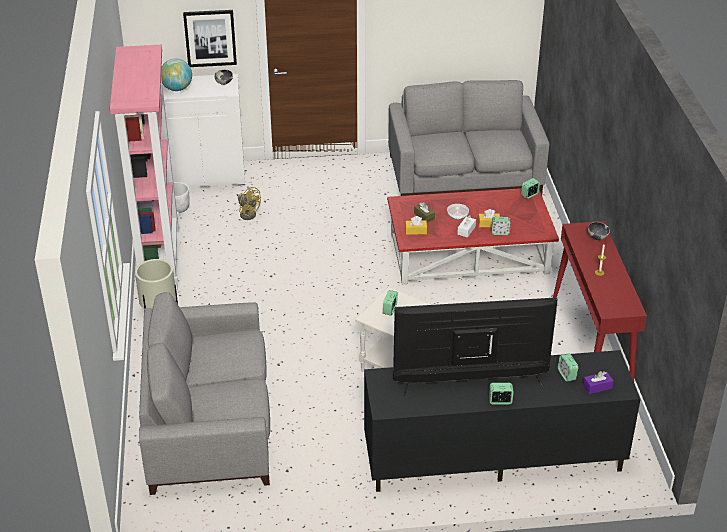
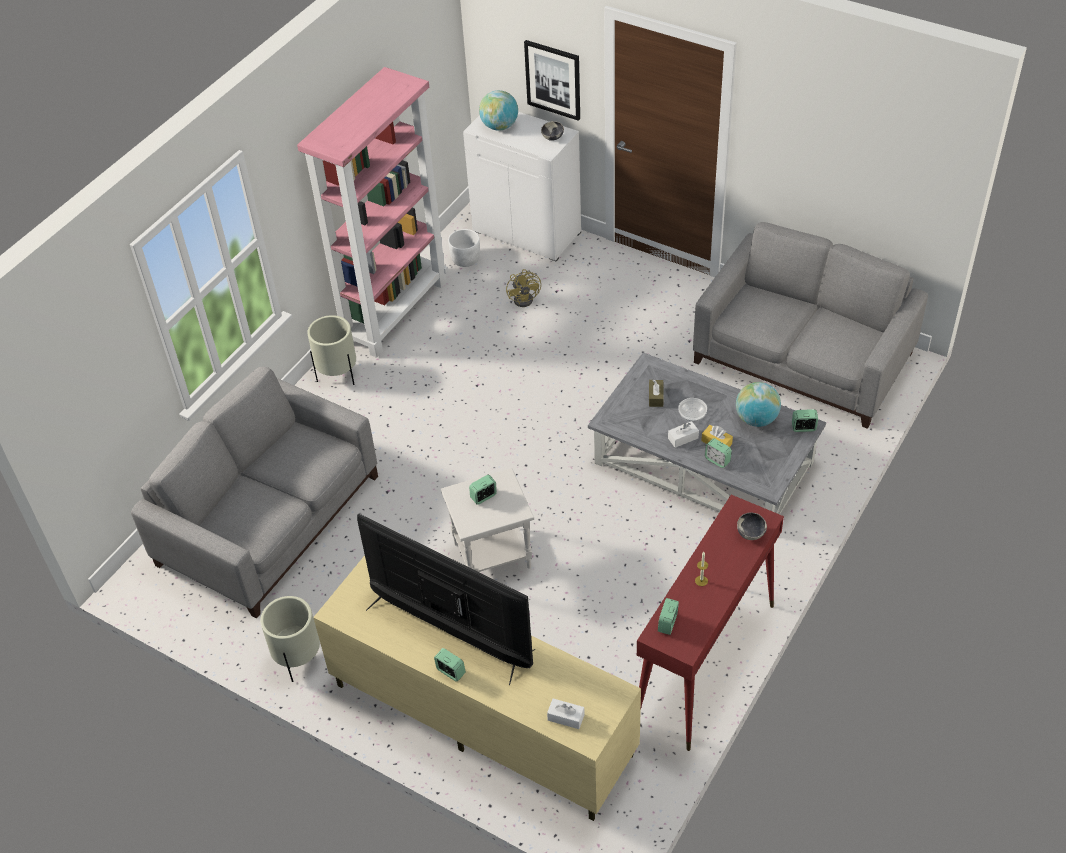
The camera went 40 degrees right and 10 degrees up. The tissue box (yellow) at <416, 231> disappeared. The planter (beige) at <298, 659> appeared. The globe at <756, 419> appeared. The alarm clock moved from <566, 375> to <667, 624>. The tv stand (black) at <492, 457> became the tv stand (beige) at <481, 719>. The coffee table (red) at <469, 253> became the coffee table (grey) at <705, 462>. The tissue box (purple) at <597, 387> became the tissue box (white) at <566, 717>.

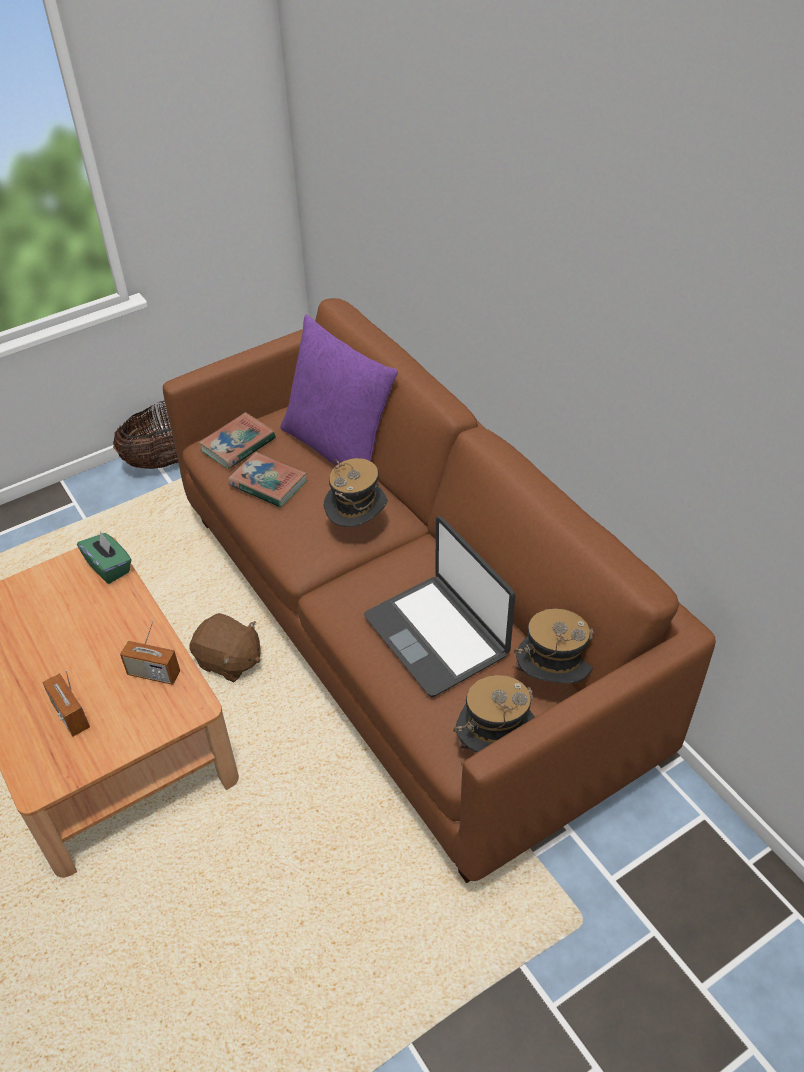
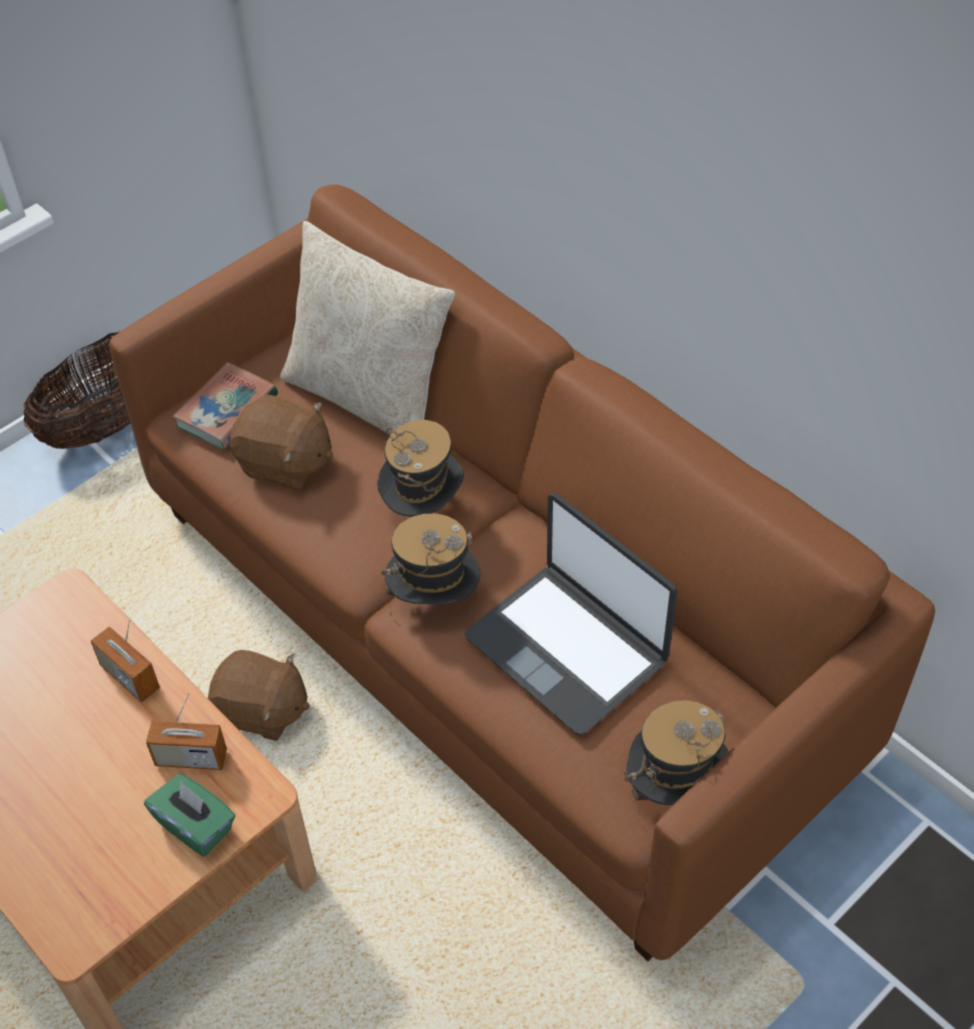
The camera went 10 degrees left and 5 degrees up. The radio moved from <70, 715> to <130, 677>. The tissue box (green) moved from <109, 567> to <196, 825>. The hat moved from <551, 680> to <434, 601>. The book at <268, 483> was replaced by the plush toy (brown) at <285, 463>. The pillow (purple) at <339, 448> became the pillow (beige) at <369, 397>.

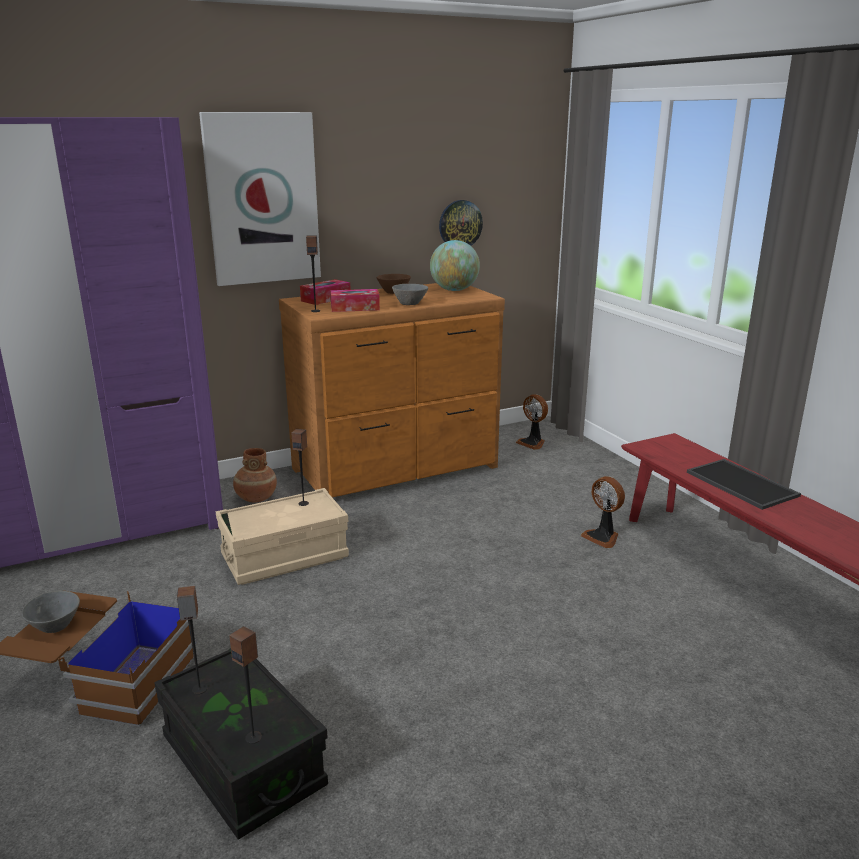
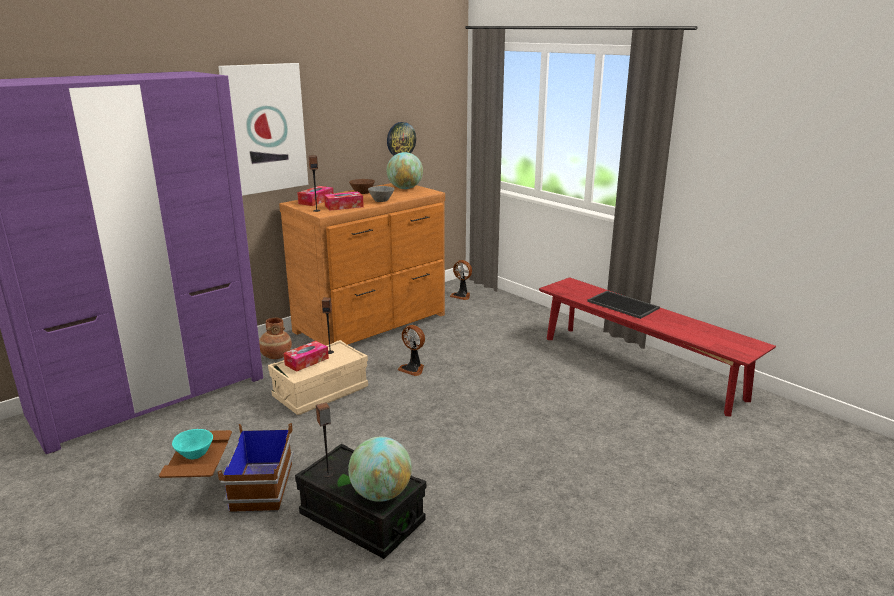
The camera went 15 degrees left and 0 degrees up. The tissue box at <306, 361> appeared. The fan moved from <602, 537> to <413, 369>. The speaker at <254, 737> was replaced by the globe at <381, 494>. The bowl (grey) at <53, 627> became the bowl (turquoise) at <194, 455>.

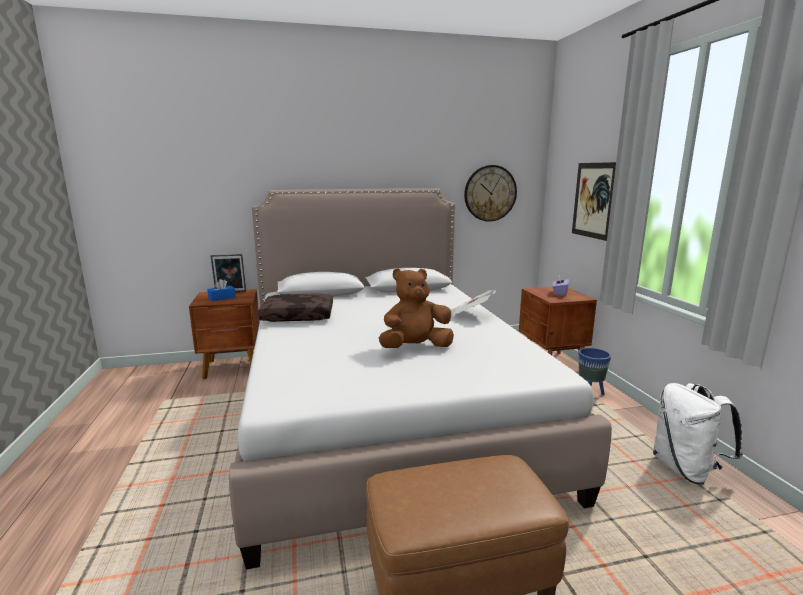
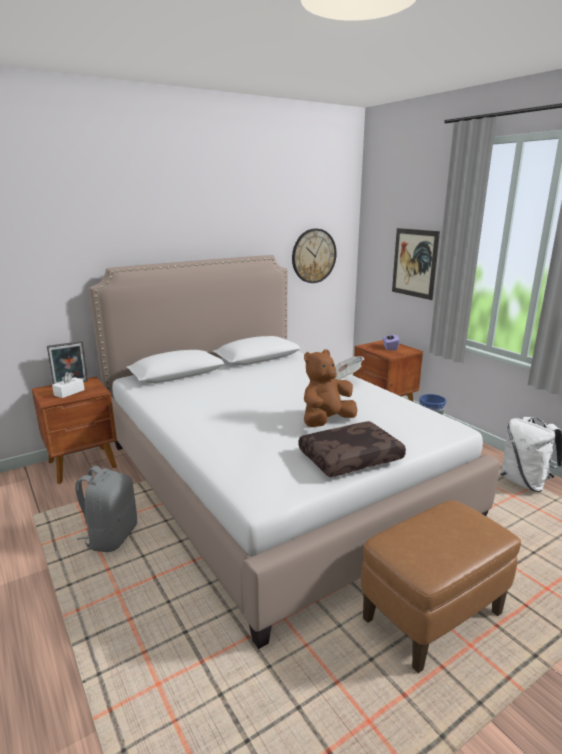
The camera went 20 degrees left and 5 degrees up. The backpack (grey) at <111, 537> appeared. The pillow (brown) moved from <299, 316> to <350, 457>. The tissue box (blue) at <222, 298> became the tissue box (white) at <69, 392>.

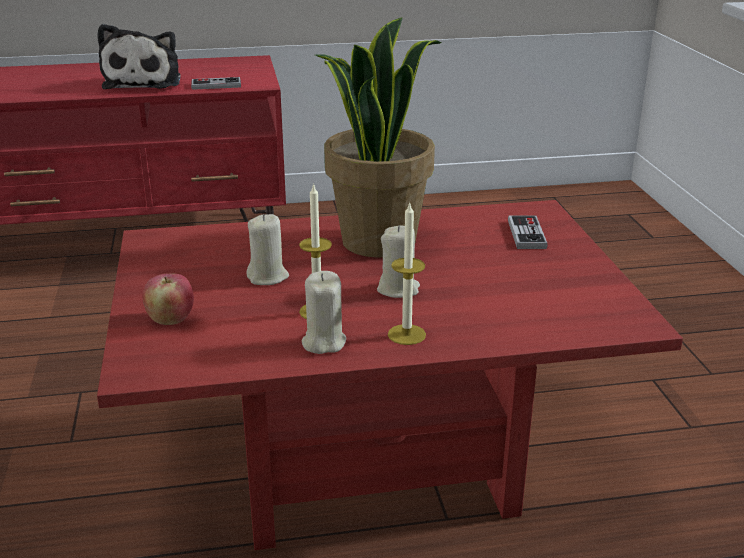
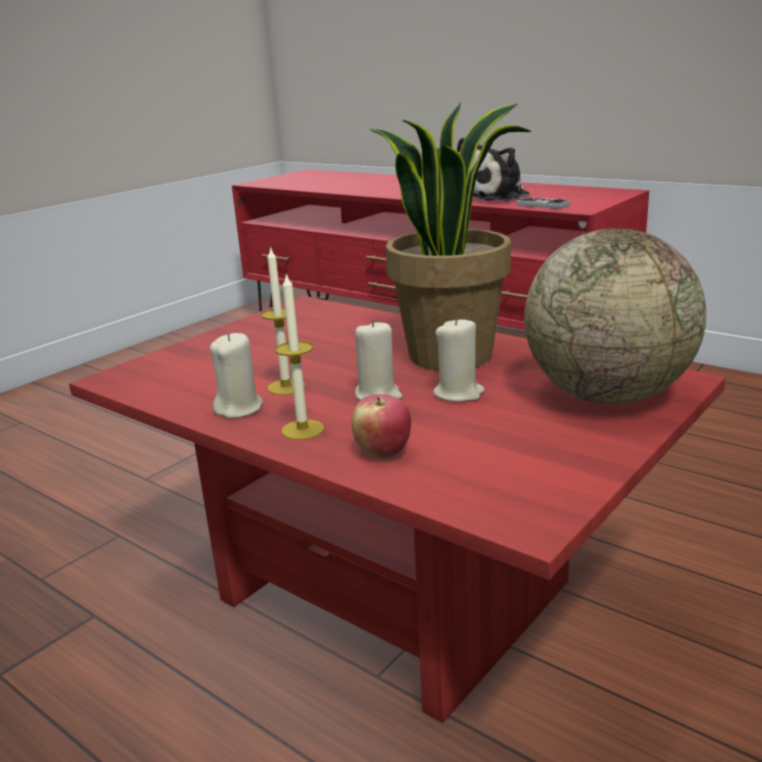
The camera went 50 degrees right and 5 degrees down. The apple moved from <170, 320> to <383, 452>. The candle (beige) moved from <268, 277> to <458, 393>. The game controller at <526, 234> was replaced by the globe at <607, 395>.

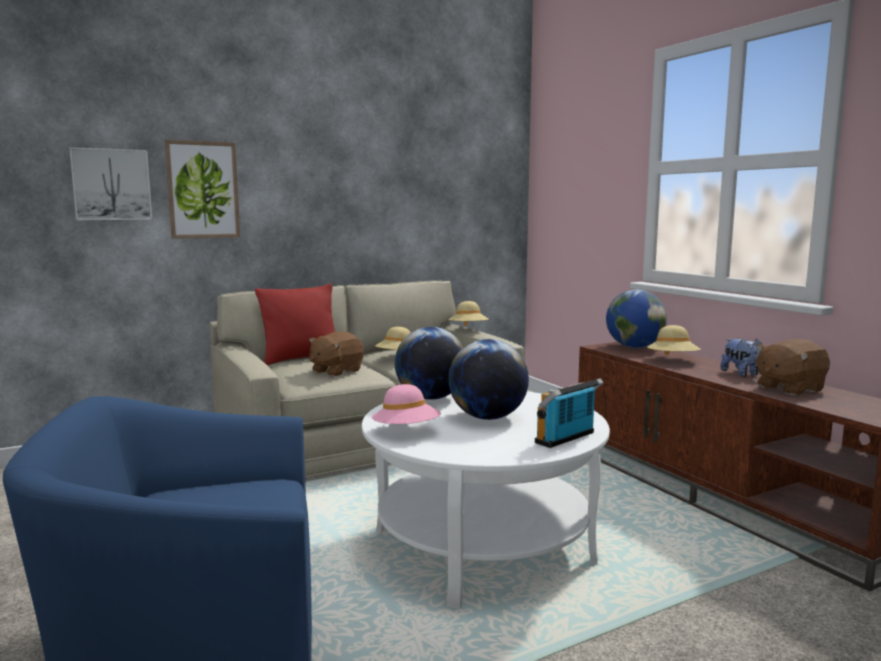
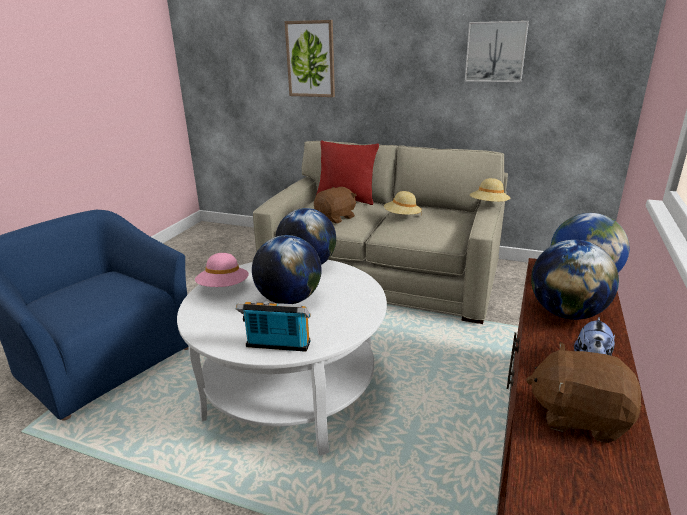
The camera went 50 degrees right and 15 degrees up. The picture moved from <111, 184> to <495, 51>. The hat (beige) at <672, 360> was replaced by the globe at <566, 313>. The plush toy (brown) at <336, 371> turned 135 degrees clockwise.

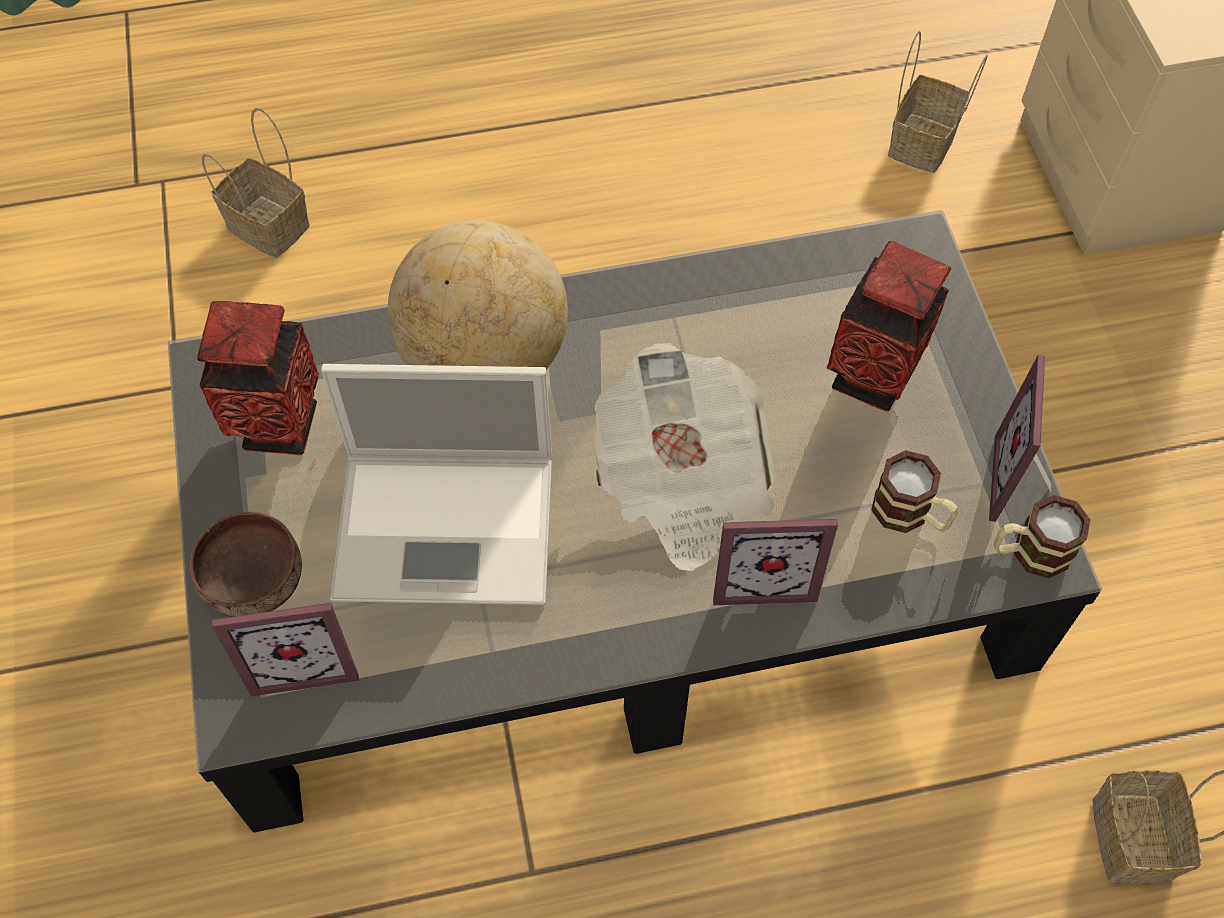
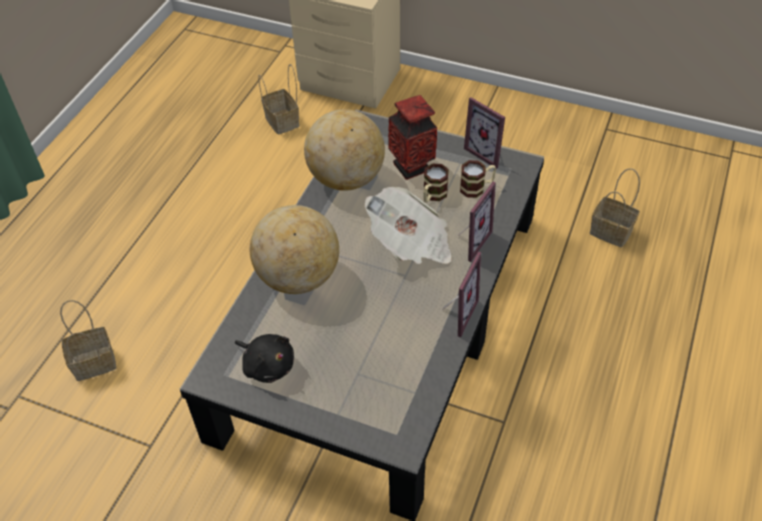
The camera went 55 degrees left and 10 degrees down. The bowl (brown) at <254, 581> disappeared. The laptop at <450, 526> disappeared. The globe at <346, 178> appeared. The picture frame moved from <303, 659> to <456, 314>. The mug moved from <1029, 552> to <432, 196>. The vase at <279, 427> was replaced by the plush toy (black) at <267, 365>.

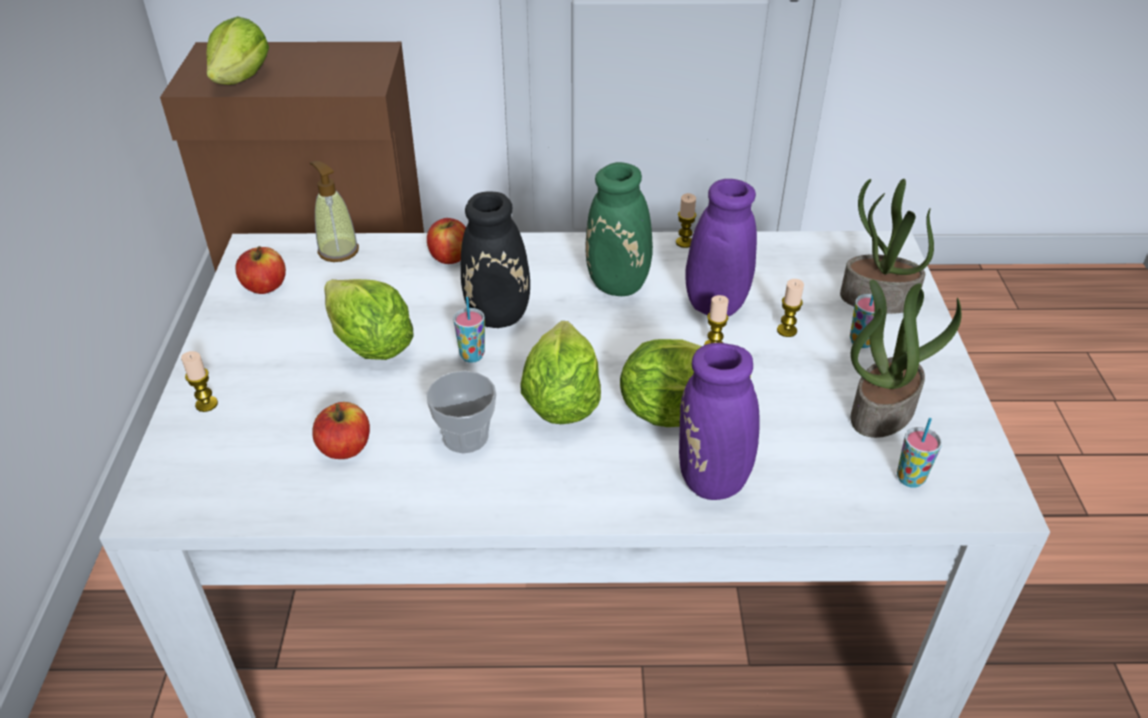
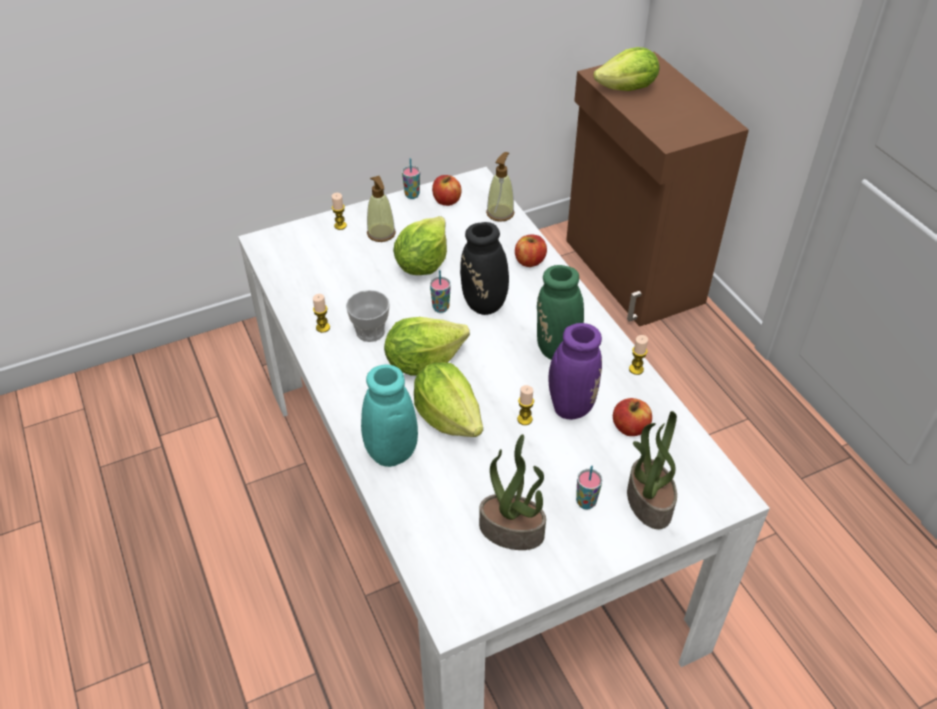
The camera went 65 degrees right and 5 degrees up. The soap dispenser at <381, 233> appeared. The apple moved from <345, 448> to <630, 427>. The candle moved from <786, 330> to <323, 327>. The cup moved from <910, 478> to <412, 195>. The vase (purple) at <715, 485> became the vase (turquoise) at <389, 456>.

